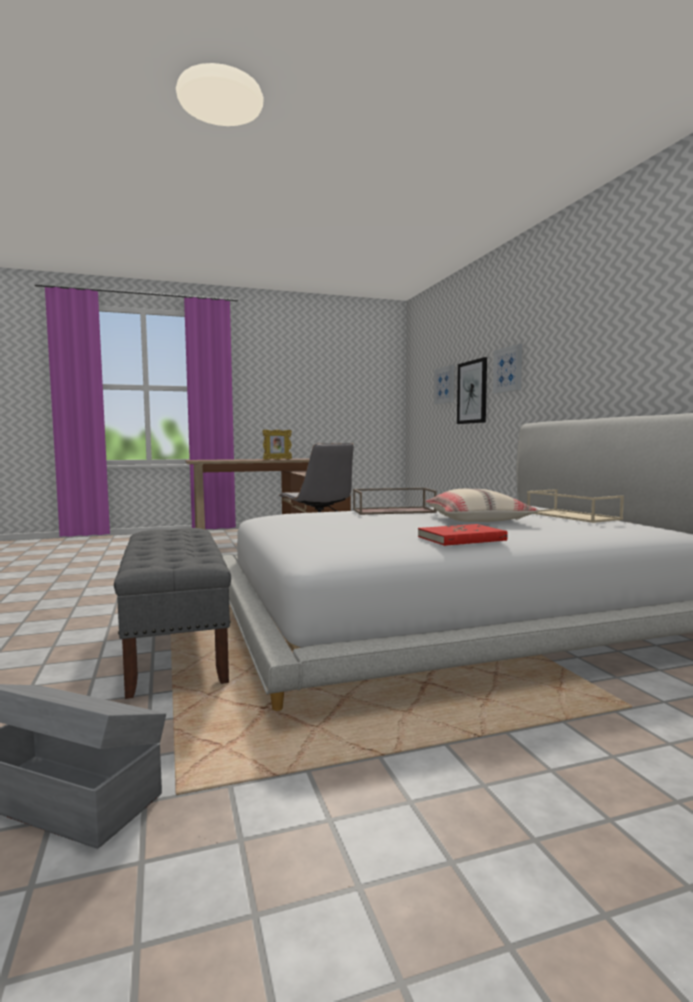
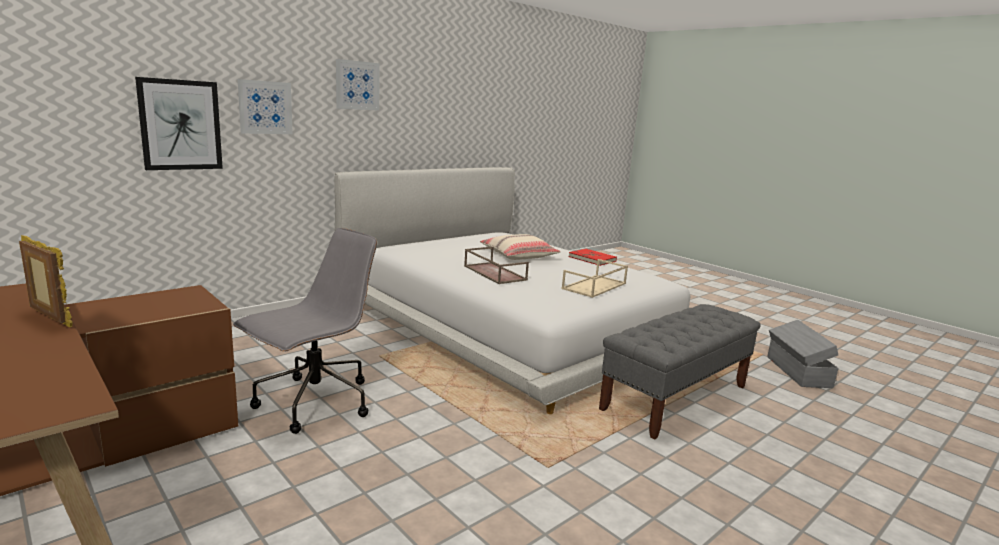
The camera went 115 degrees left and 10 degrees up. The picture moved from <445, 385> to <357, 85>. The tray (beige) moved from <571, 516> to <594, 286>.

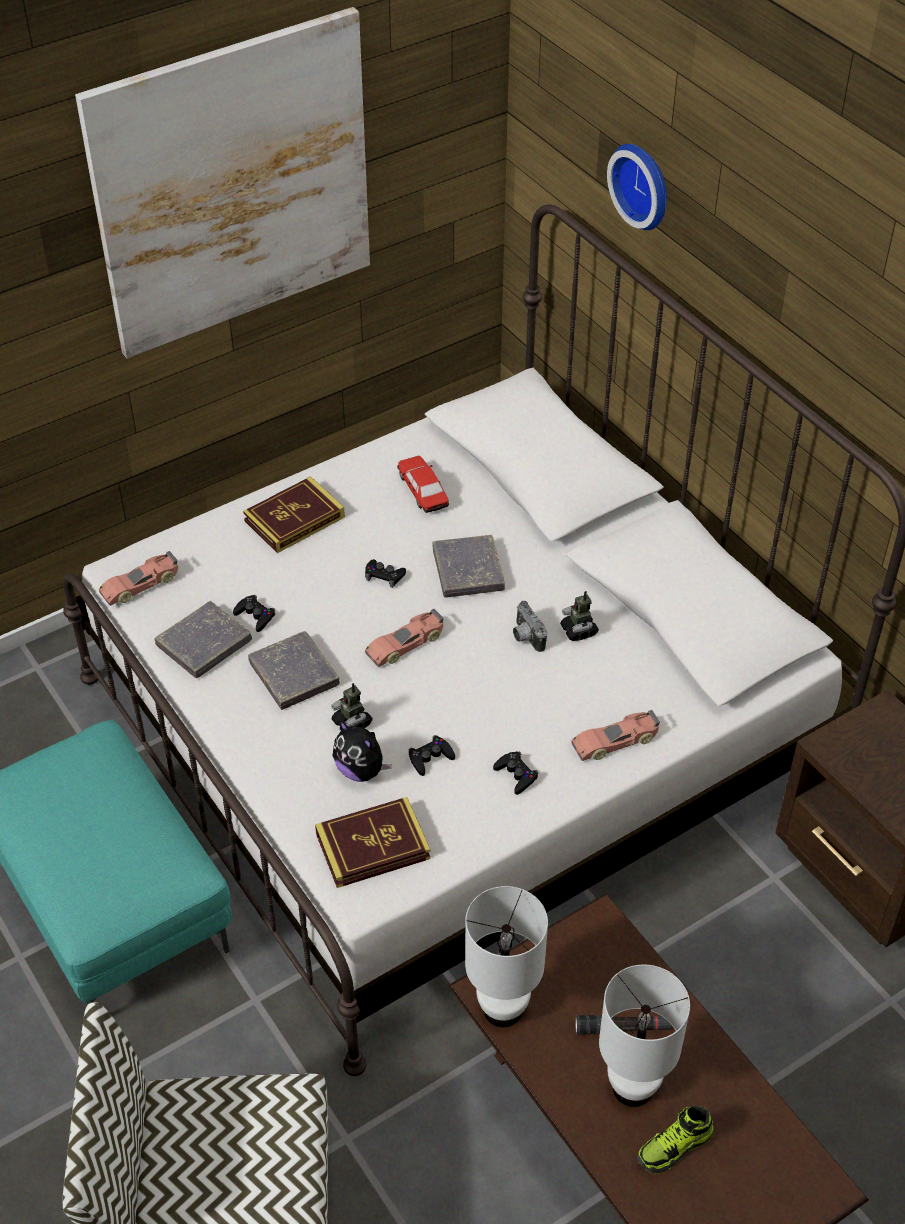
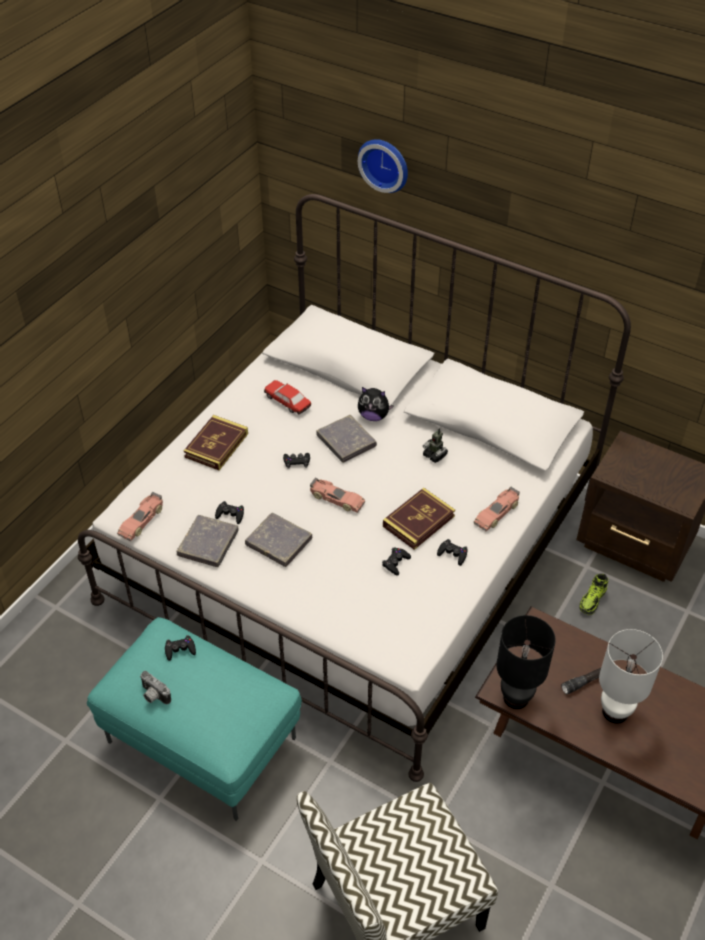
The camera went 25 degrees left and 0 degrees up. The picture at <233, 185> disappeared. The toy robot at <352, 723> disappeared. The game controller (black) at <180, 649> appeared. The book moved from <372, 846> to <418, 521>. The plush toy moved from <361, 770> to <373, 416>. The photo camera moved from <525, 637> to <153, 696>. The shoe moved from <674, 1147> to <592, 600>. The table lamp (white) at <502, 1010> became the table lamp (black) at <516, 698>. The toy car at <405, 644> turned 90 degrees counterclockwise.

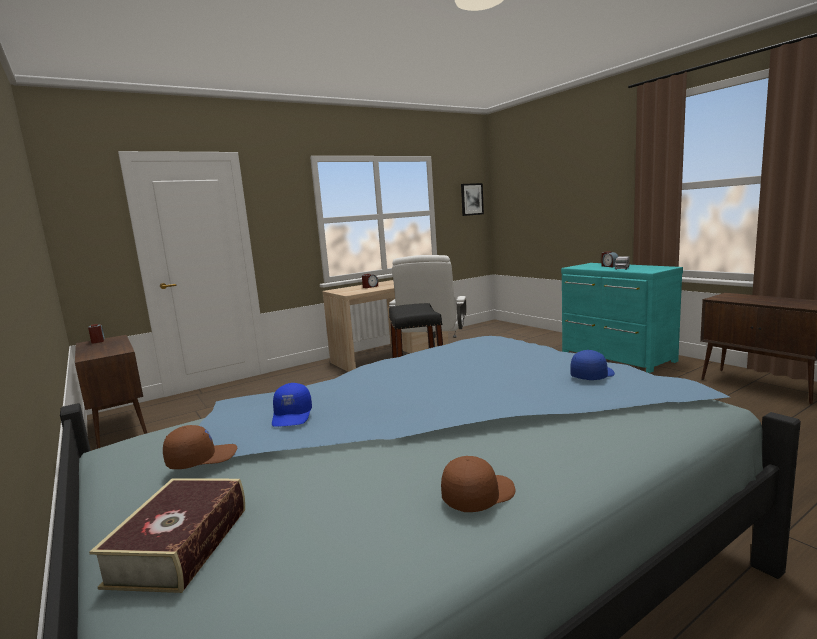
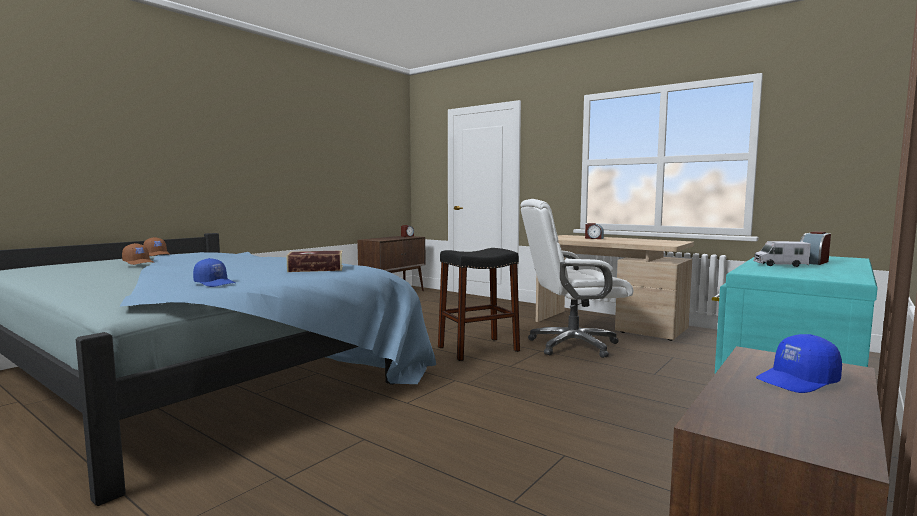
The camera went 70 degrees right and 5 degrees down. The picture at <471, 199> disappeared. The book moved from <180, 545> to <316, 269>. The cap (blue) moved from <293, 416> to <798, 381>. The cap (brown) moved from <478, 495> to <139, 262>.

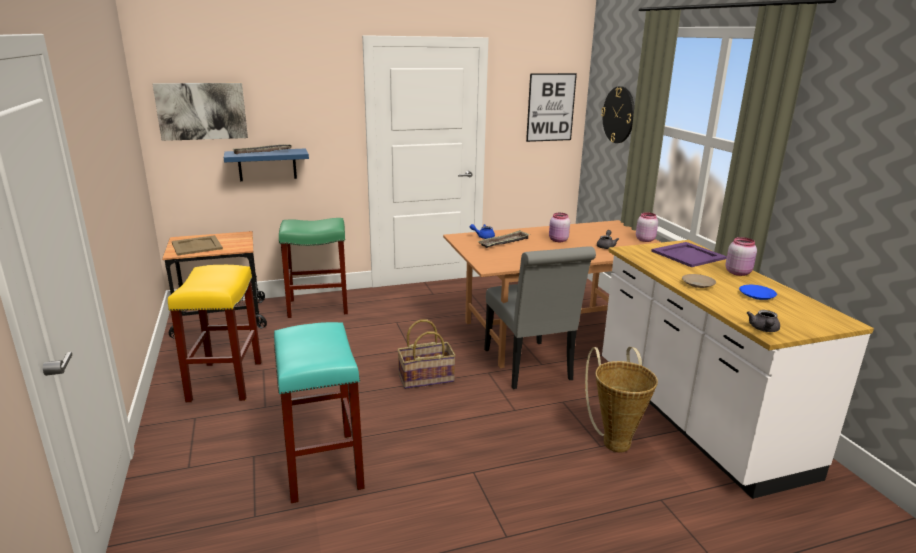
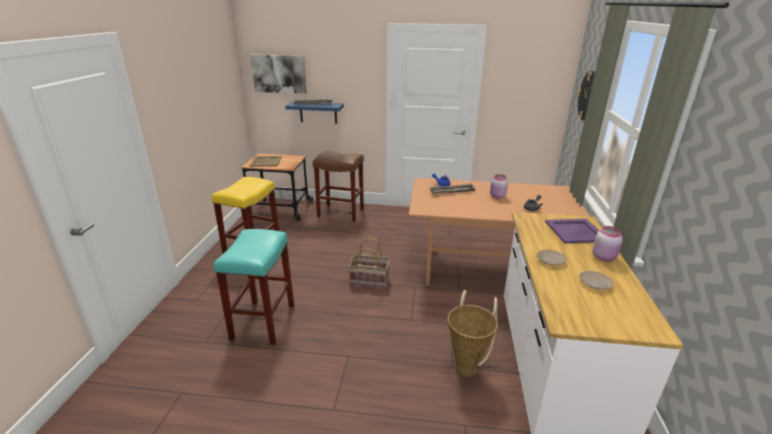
The camera went 25 degrees right and 5 degrees up. The chair (grey) at <530, 368> disappeared. The picture at <550, 107> disappeared. The jar (pink) at <645, 239> disappeared. The teapot (grey) at <763, 329> disappeared. The stool (green) at <317, 307> became the stool (brown) at <340, 212>. The plate (blue) at <757, 296> became the plate (beige) at <595, 284>.

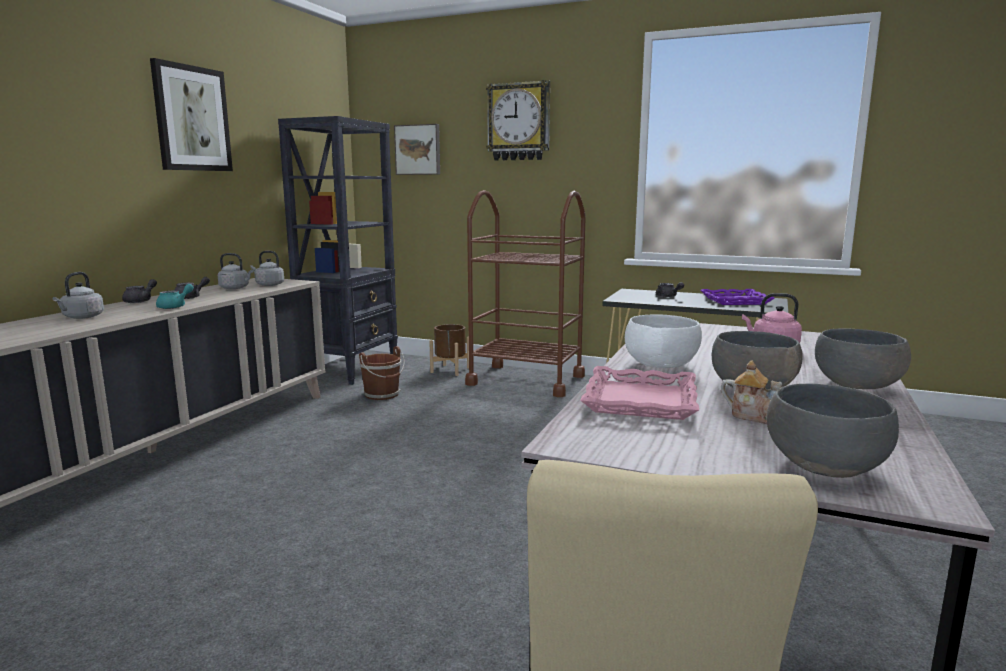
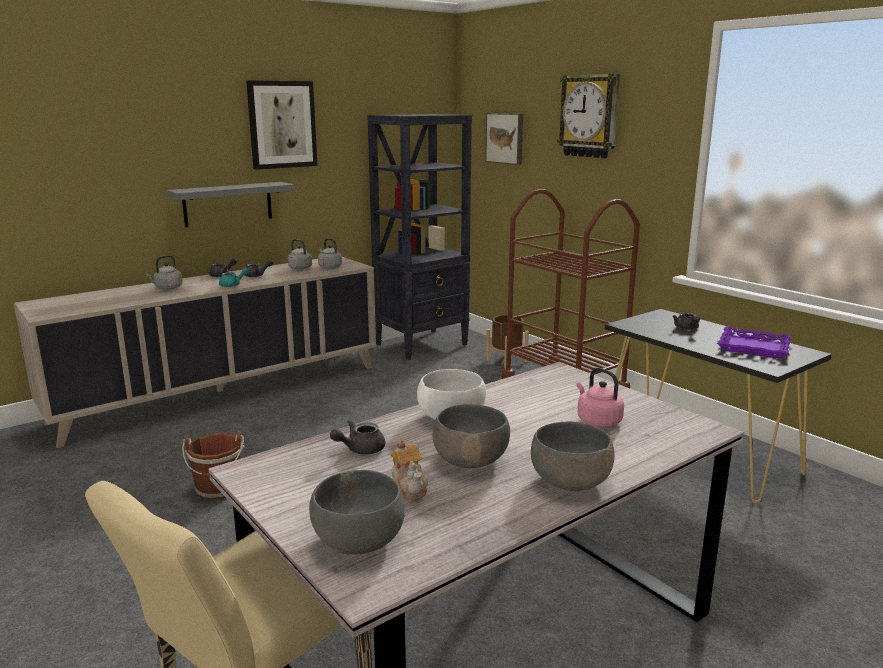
The camera went 30 degrees right and 5 degrees up. The shelf (grey) at <228, 204> appeared. The bucket (brown) moved from <383, 395> to <219, 489>. The tray (pink) at <641, 401> was replaced by the teapot (grey) at <360, 449>.

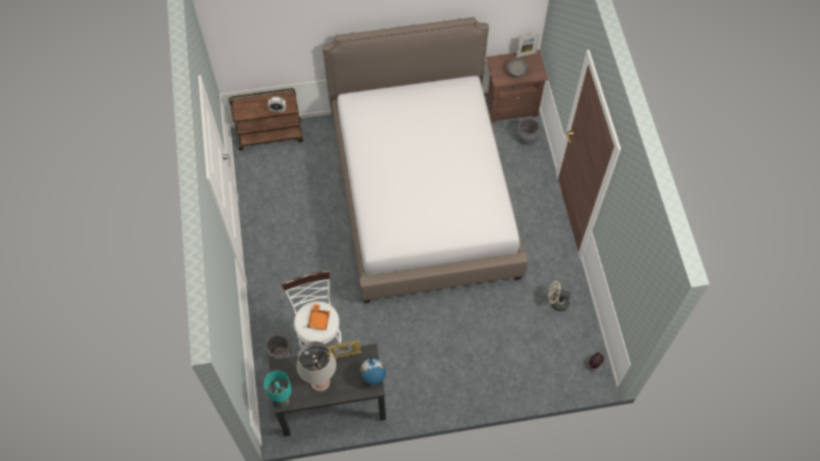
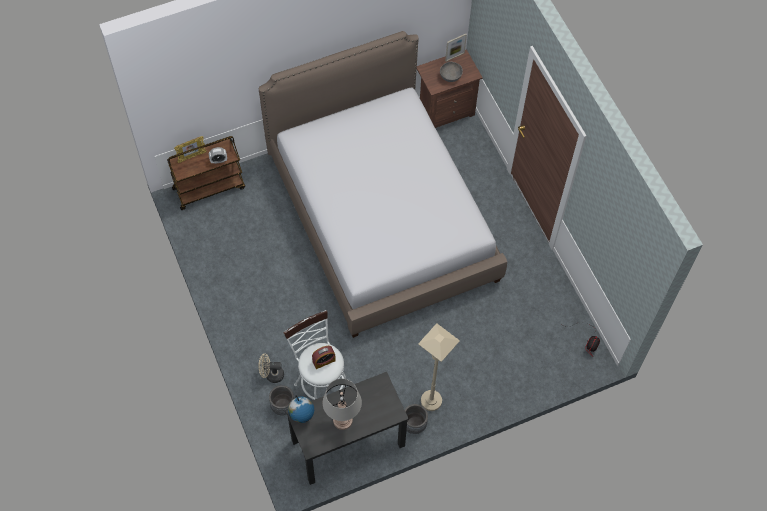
The camera went 15 degrees left and 0 degrees up. The table lamp (turquoise) at <283, 400> disappeared. The floor lamp (beige) at <431, 401> appeared. The picture frame moved from <344, 355> to <192, 157>. The globe moved from <373, 378> to <301, 416>. The planter (grey) moved from <526, 138> to <414, 424>. The fan (beige) moved from <556, 302> to <271, 375>. The tray (orange) at <319, 320> was replaced by the alarm clock at <324, 361>.

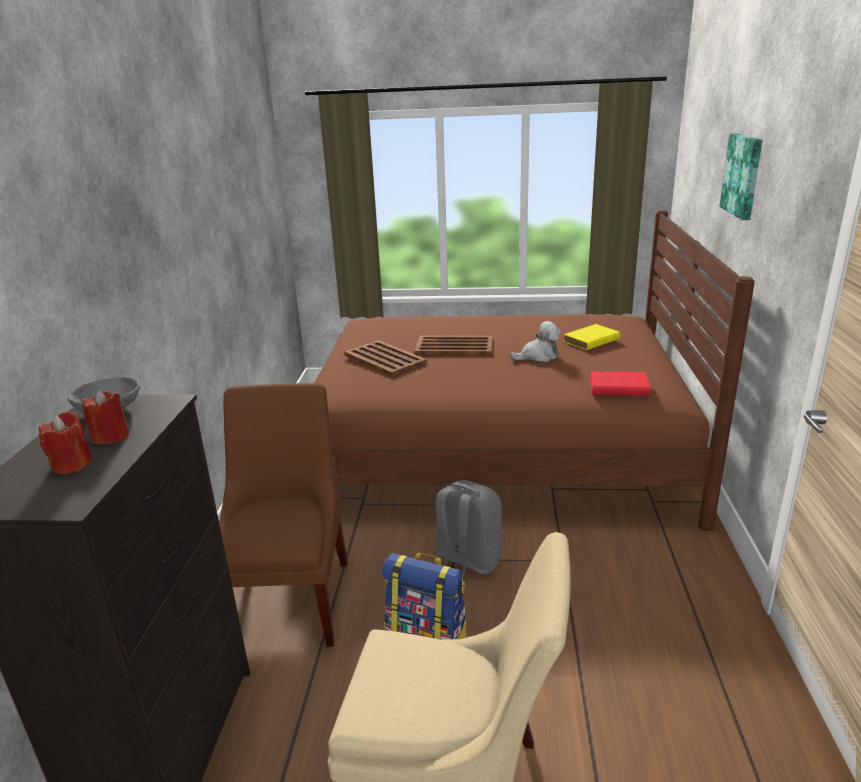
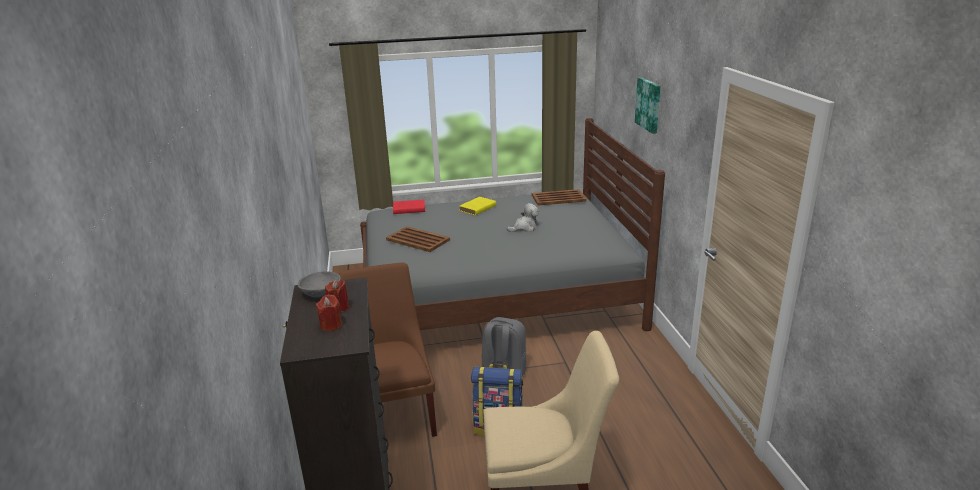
The camera went 15 degrees left and 0 degrees up. The tray (brown) moved from <455, 347> to <559, 198>. The book (yellow) moved from <590, 341> to <477, 208>. The book (red) moved from <617, 387> to <408, 209>. The bed (brown) at <494, 449> became the bed (grey) at <494, 297>.

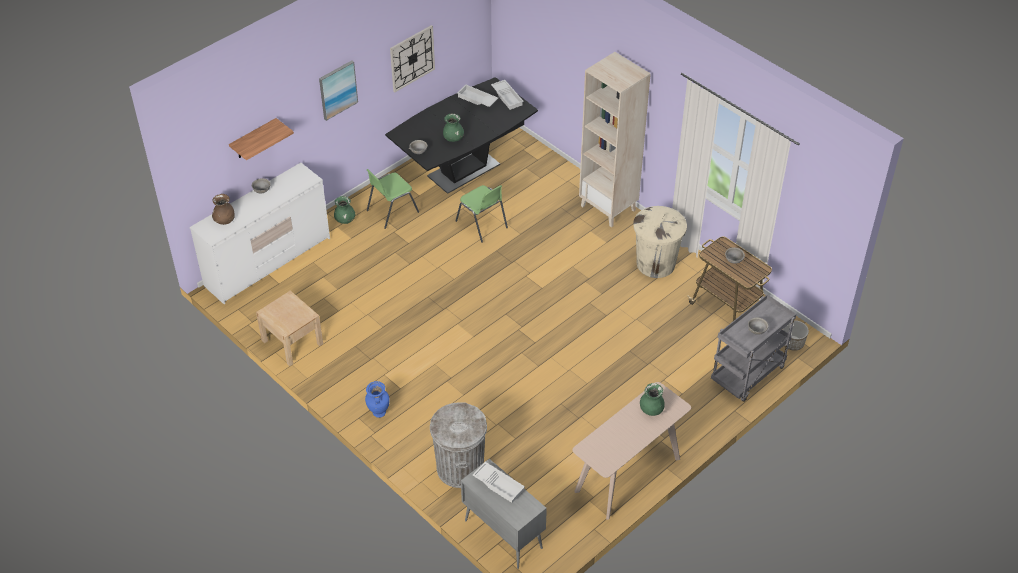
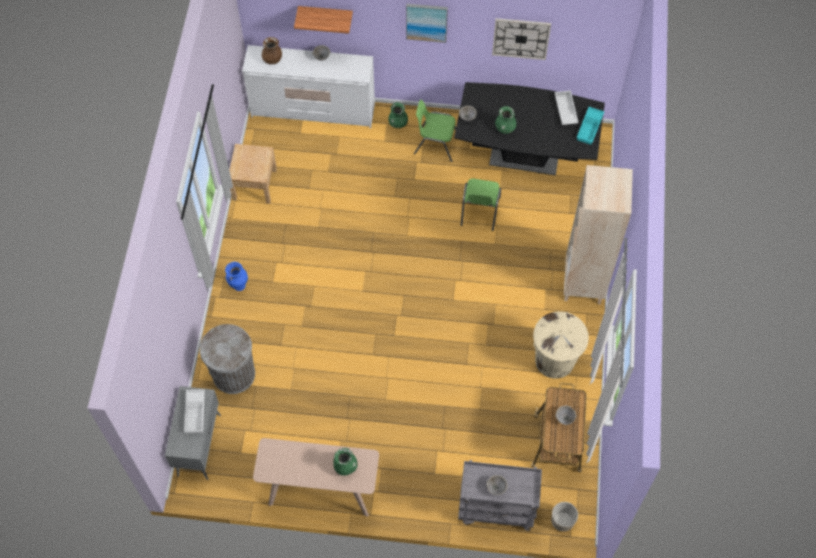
The camera went 50 degrees right and 15 degrees up. The tray (white) at <507, 97> became the tray (turquoise) at <590, 128>.

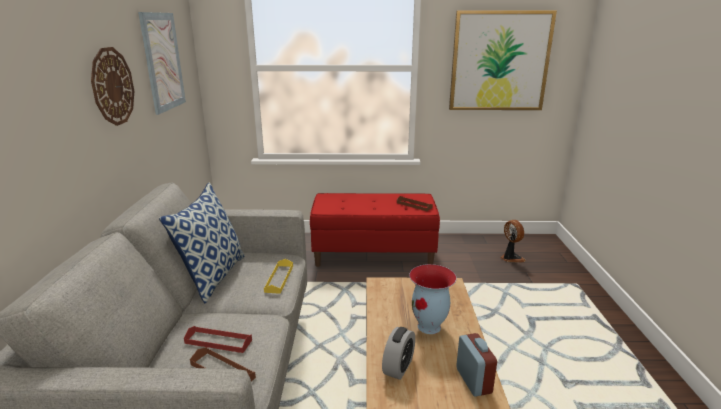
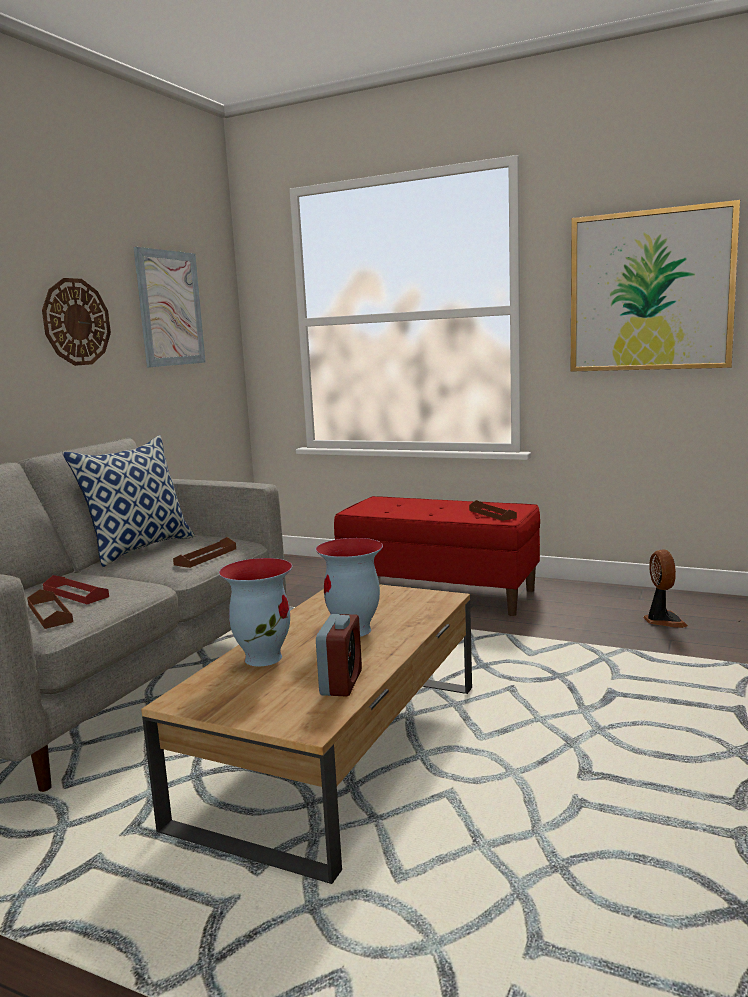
The camera went 25 degrees right and 10 degrees down. The alarm clock at <398, 367> was replaced by the vase at <263, 657>. The tray (yellow) at <279, 279> became the tray (brown) at <206, 557>.

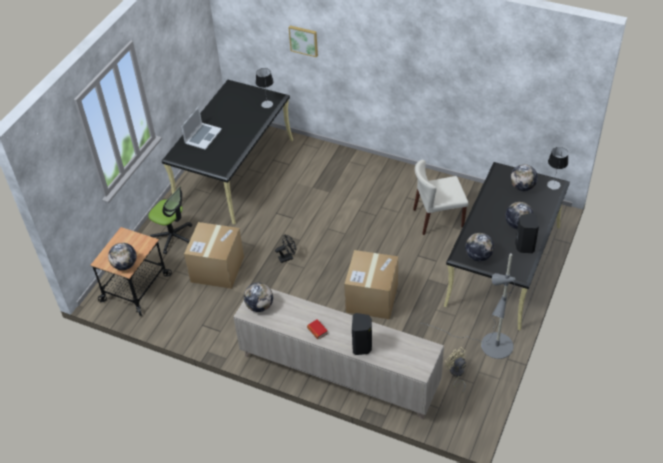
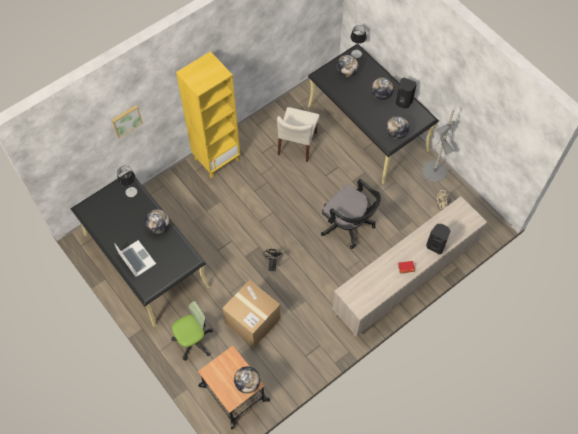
The camera went 65 degrees left and 15 degrees up. The bookcase (yellow) at <216, 159> appeared. The globe moved from <259, 306> to <158, 227>. The cardboard box at <372, 298> was replaced by the office chair (black) at <349, 225>.

